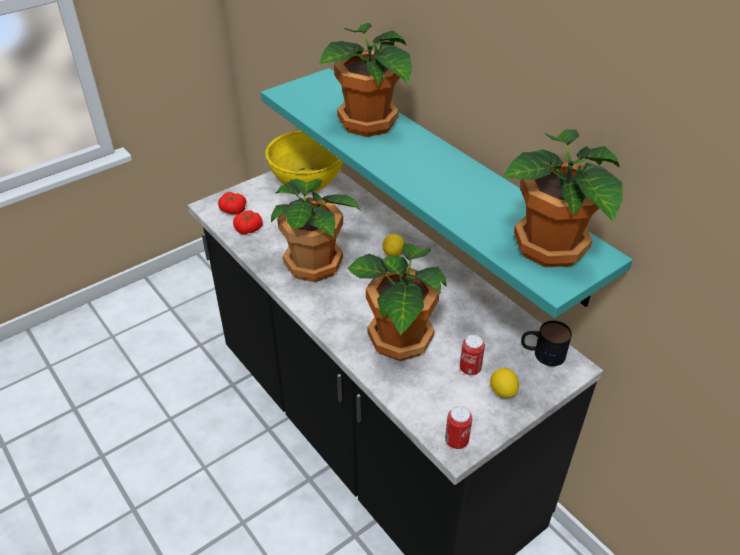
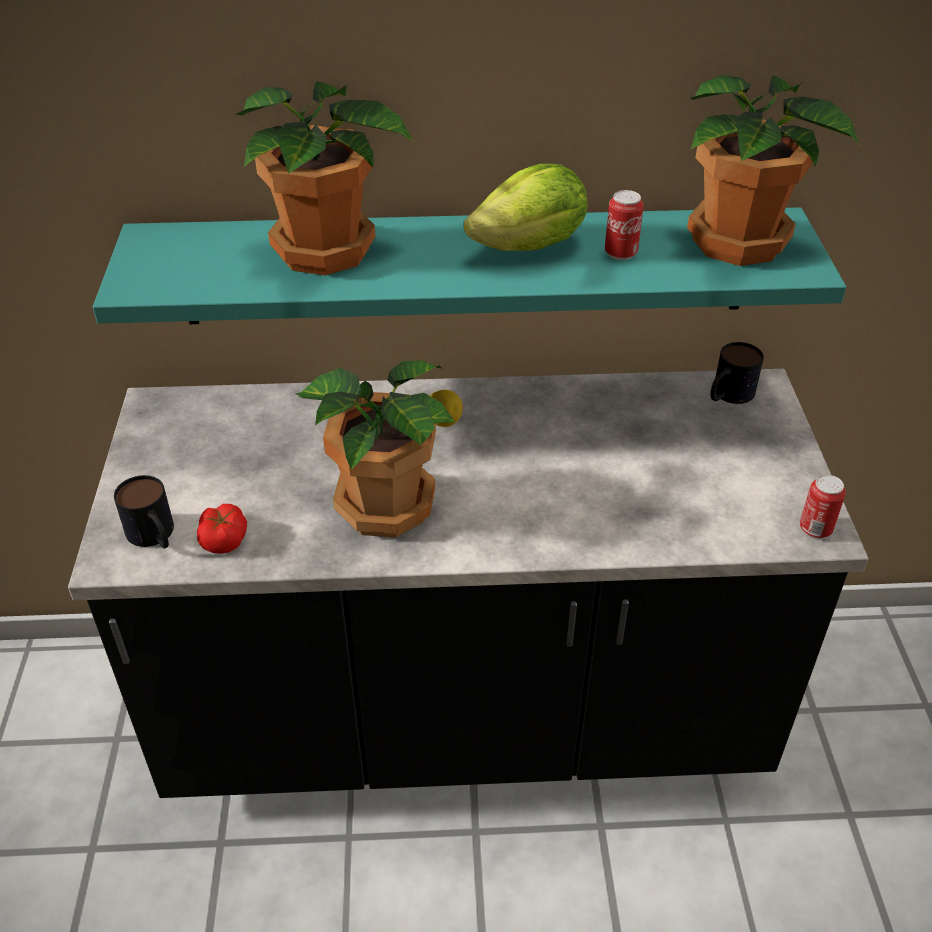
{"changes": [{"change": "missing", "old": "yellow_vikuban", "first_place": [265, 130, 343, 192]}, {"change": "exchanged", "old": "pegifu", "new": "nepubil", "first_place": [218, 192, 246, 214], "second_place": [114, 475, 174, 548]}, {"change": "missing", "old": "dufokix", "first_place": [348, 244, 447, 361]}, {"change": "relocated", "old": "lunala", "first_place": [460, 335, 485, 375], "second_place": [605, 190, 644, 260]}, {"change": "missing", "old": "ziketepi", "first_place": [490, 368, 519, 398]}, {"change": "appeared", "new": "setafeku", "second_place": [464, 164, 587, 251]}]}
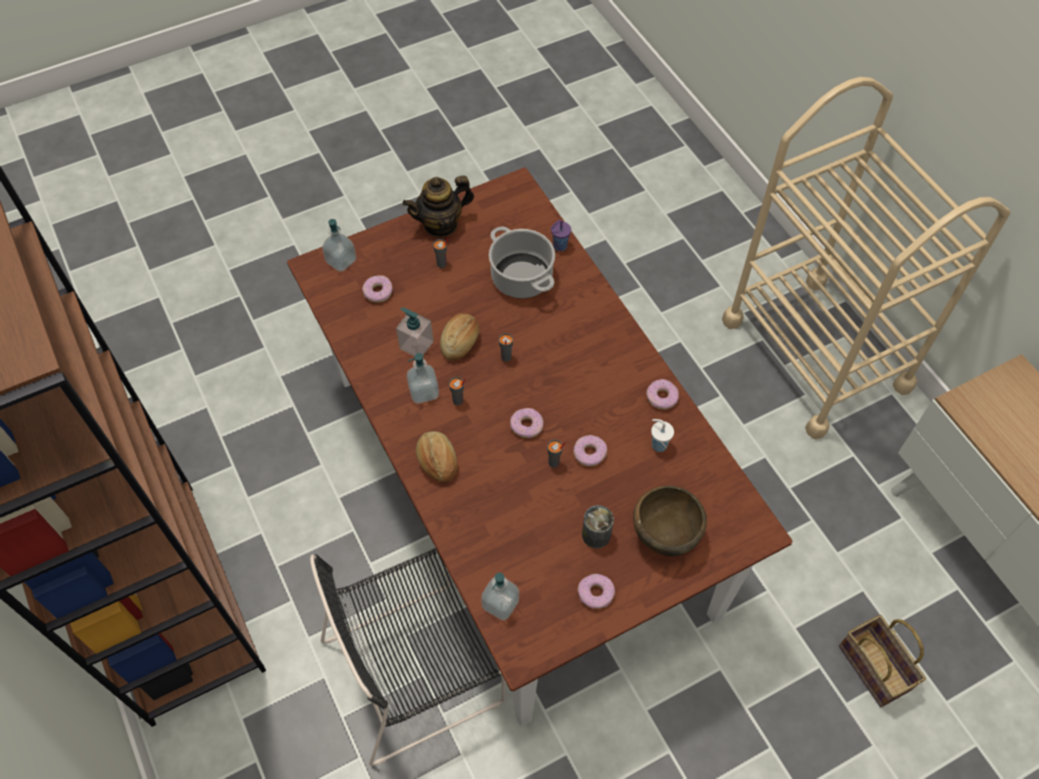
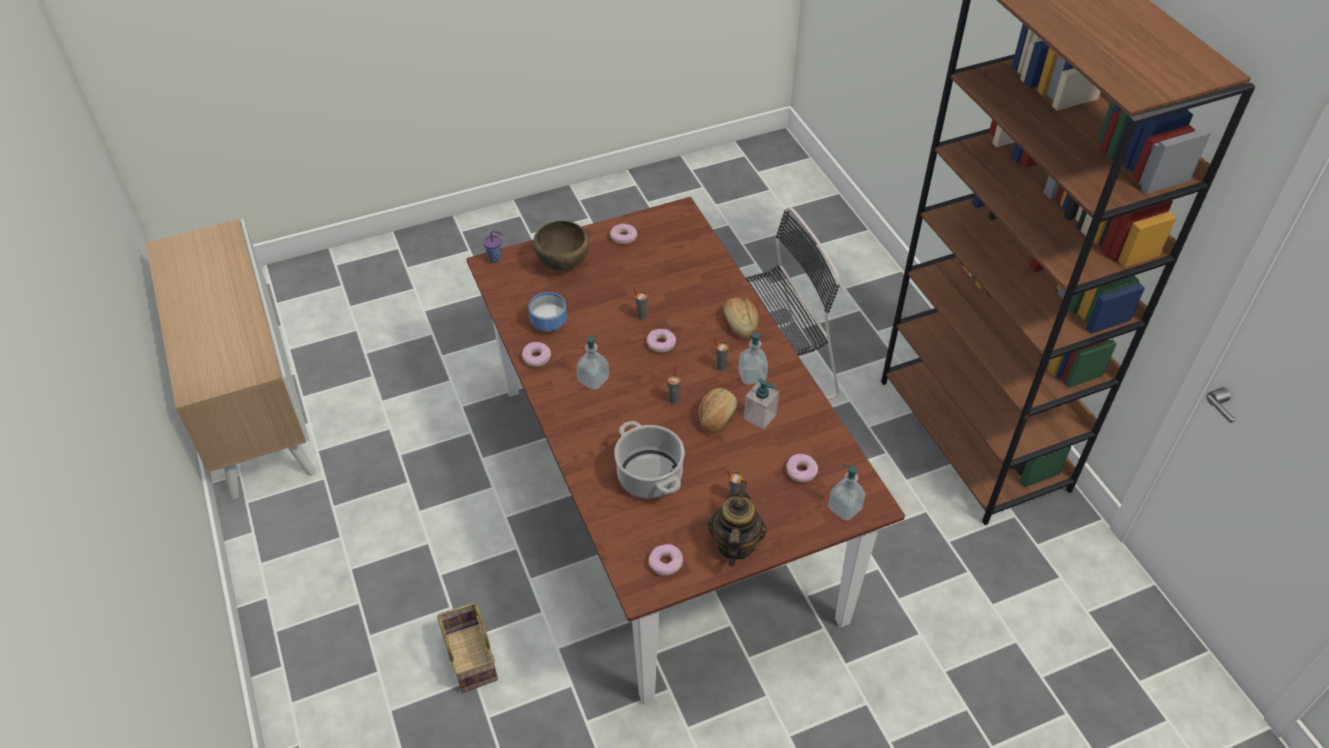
{"changes": [{"change": "missing", "old": "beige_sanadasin", "first_place": [722, 77, 1010, 439]}, {"change": "spun", "old": "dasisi", "first_place": [403, 176, 474, 237], "second_place": [708, 480, 767, 567], "degrees": -60}, {"change": "relocated", "old": "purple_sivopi", "first_place": [550, 220, 571, 251], "second_place": [483, 230, 502, 263]}, {"change": "exchanged", "old": "white_sivopi", "new": "vikuban", "first_place": [651, 419, 674, 452], "second_place": [528, 292, 567, 331]}, {"change": "relocated", "old": "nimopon", "first_place": [573, 435, 607, 466], "second_place": [649, 544, 683, 576]}, {"change": "missing", "old": "lunala", "first_place": [582, 505, 614, 548]}, {"change": "relocated", "old": "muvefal", "first_place": [481, 573, 519, 620], "second_place": [577, 335, 609, 390]}, {"change": "relocated", "old": "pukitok", "first_place": [839, 615, 926, 707], "second_place": [437, 602, 498, 693]}]}
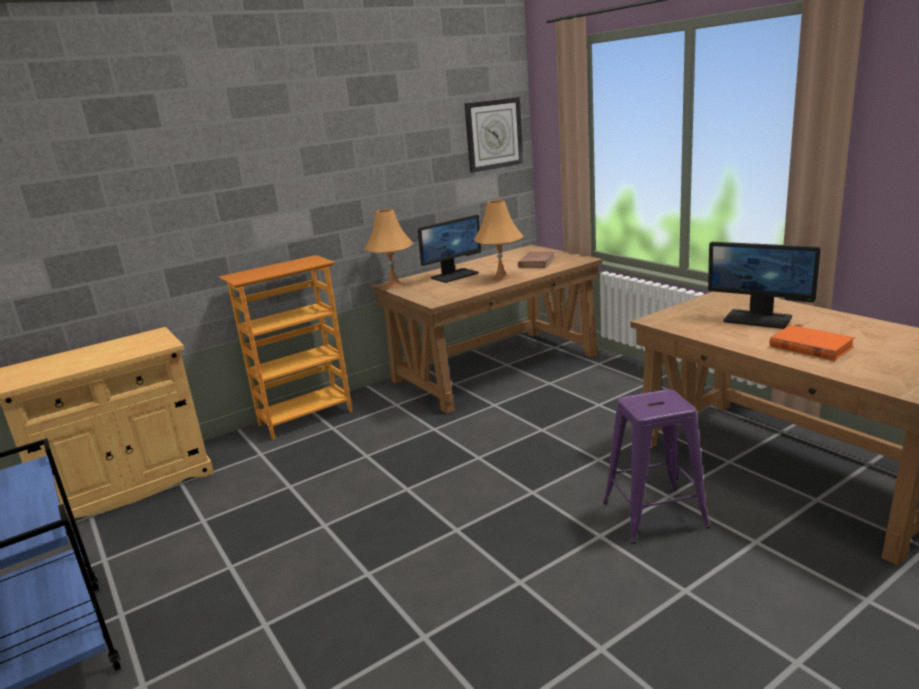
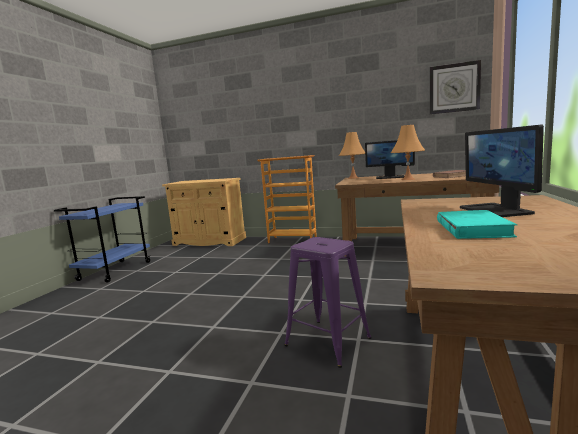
{"changes": [{"change": "colour", "old": "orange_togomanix", "new": "turquoise_togomanix", "first_place": [769, 325, 855, 361], "second_place": [437, 210, 517, 239]}]}
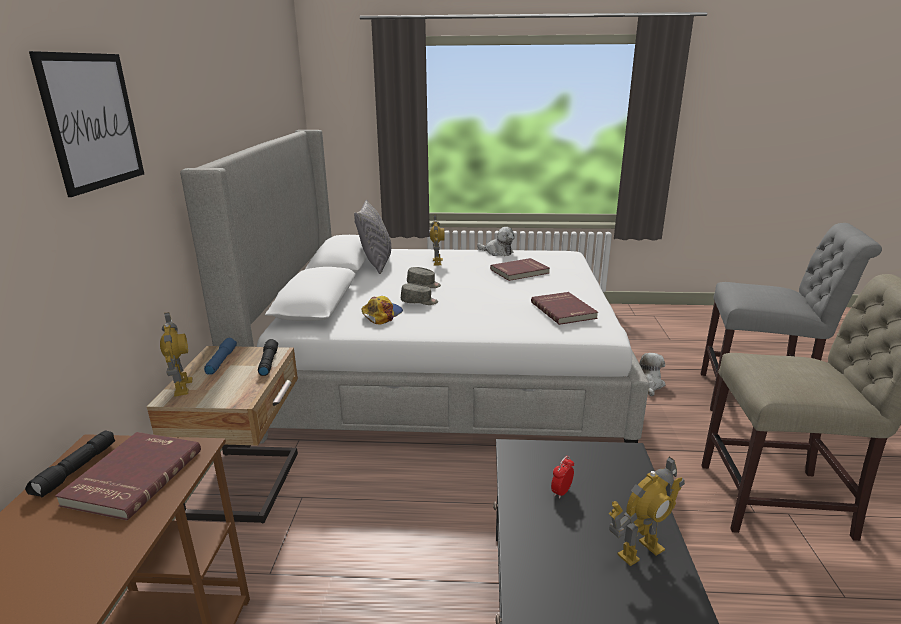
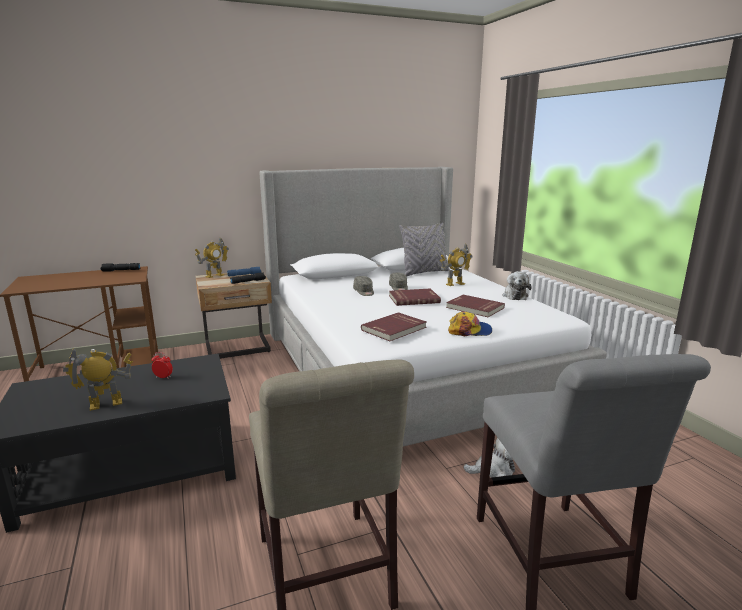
{"changes": [{"change": "missing", "old": "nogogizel", "first_place": [29, 51, 144, 197]}, {"change": "relocated", "old": "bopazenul", "first_place": [361, 296, 403, 325], "second_place": [448, 311, 492, 336]}, {"change": "relocated", "old": "red_togomanix", "first_place": [55, 432, 201, 521], "second_place": [389, 288, 441, 306]}, {"change": "spun", "old": "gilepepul", "first_place": [608, 457, 685, 566], "second_place": [63, 349, 133, 411], "degrees": 120}]}
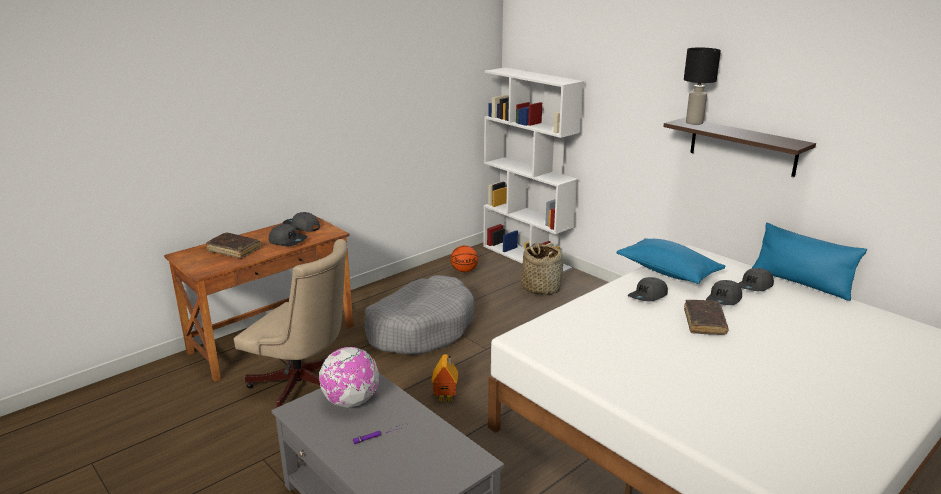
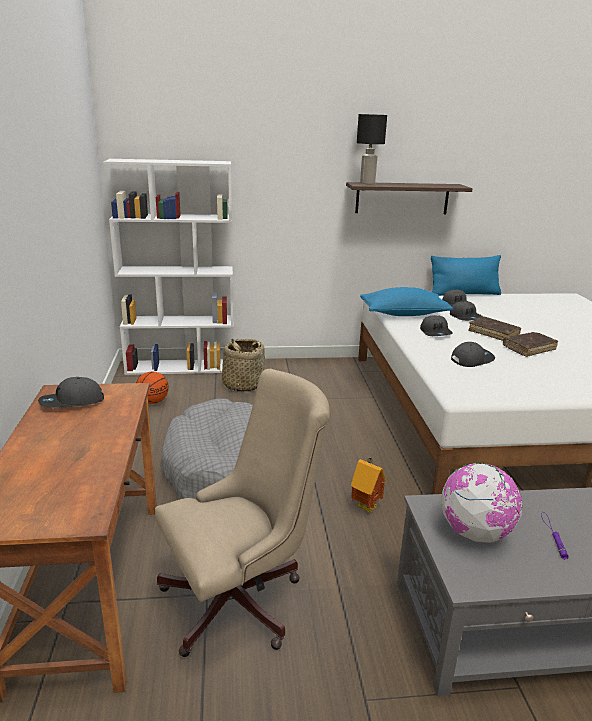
{"changes": [{"change": "relocated", "old": "grey_bopazenul", "first_place": [269, 224, 308, 246], "second_place": [451, 342, 495, 367]}, {"change": "relocated", "old": "brown_togomanix", "first_place": [206, 232, 261, 259], "second_place": [503, 332, 558, 357]}]}
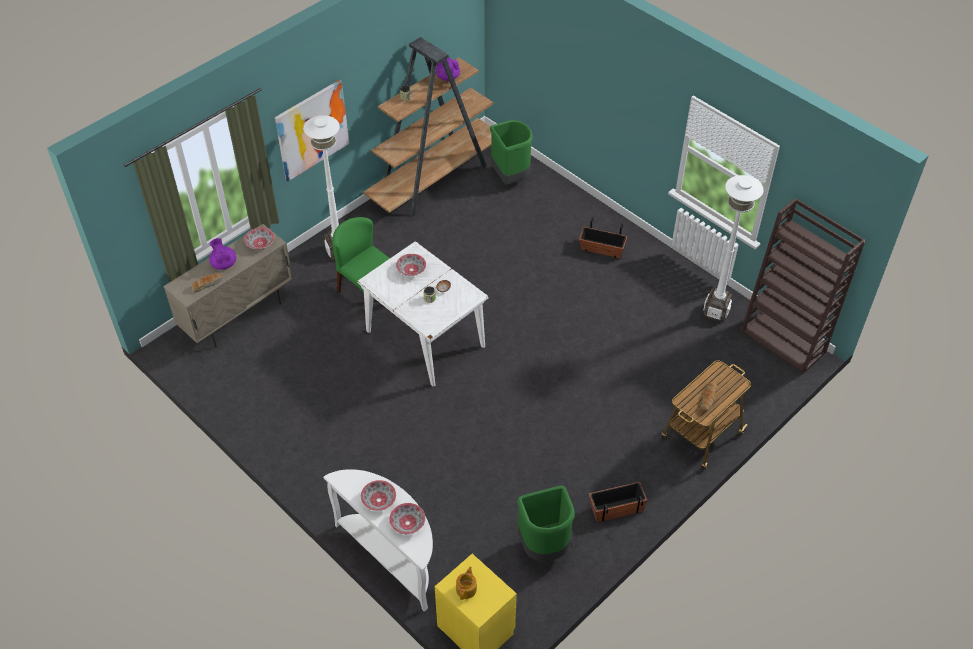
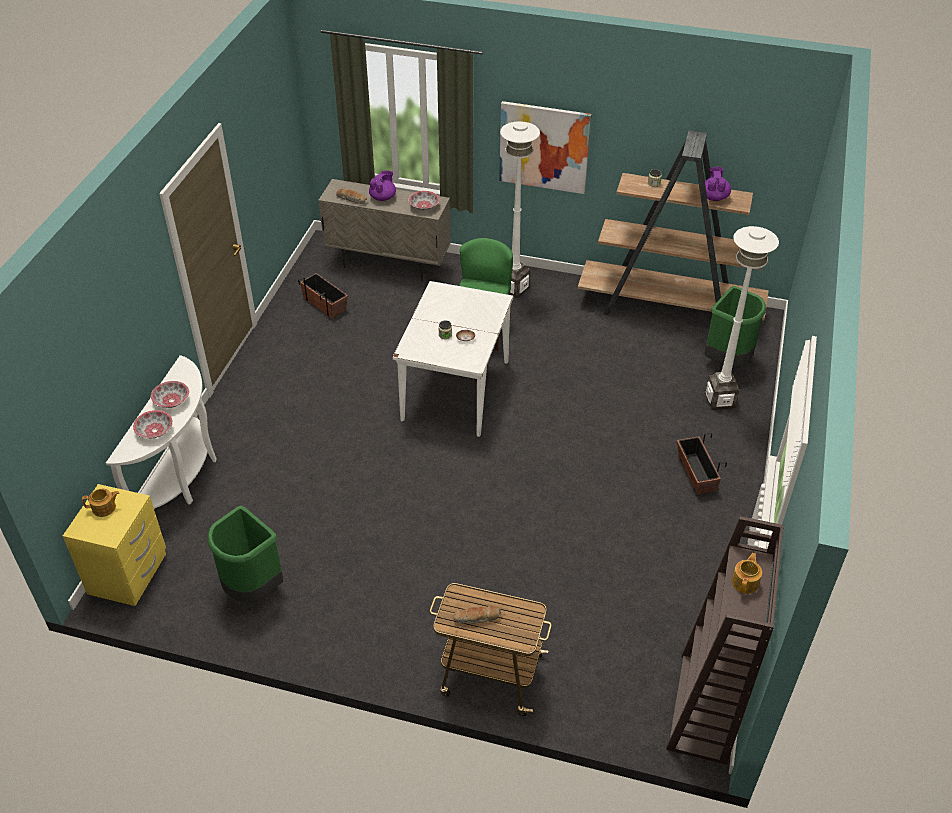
{"changes": [{"change": "relocated", "old": "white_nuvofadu", "first_place": [703, 175, 764, 323], "second_place": [705, 226, 779, 410]}, {"change": "missing", "old": "vikuban", "first_place": [396, 254, 426, 276]}, {"change": "relocated", "old": "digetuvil", "first_place": [589, 482, 647, 522], "second_place": [298, 273, 348, 318]}, {"change": "appeared", "new": "dasisi", "second_place": [731, 553, 762, 594]}]}
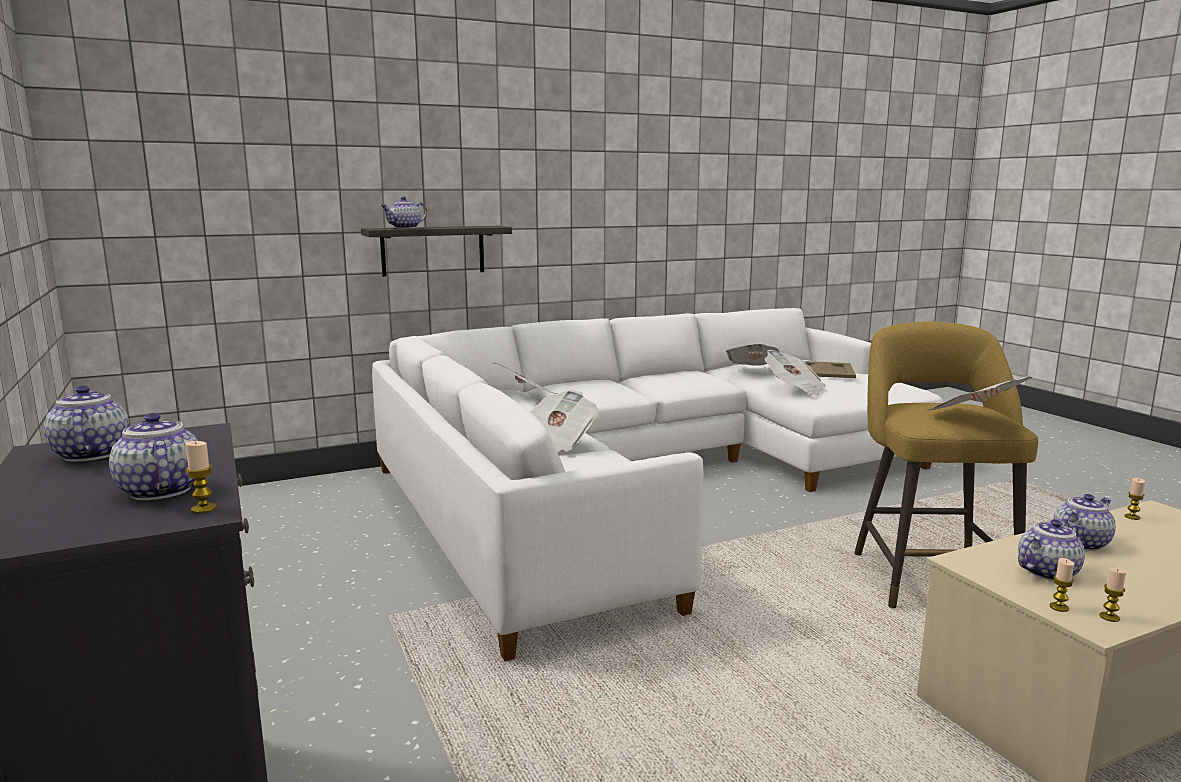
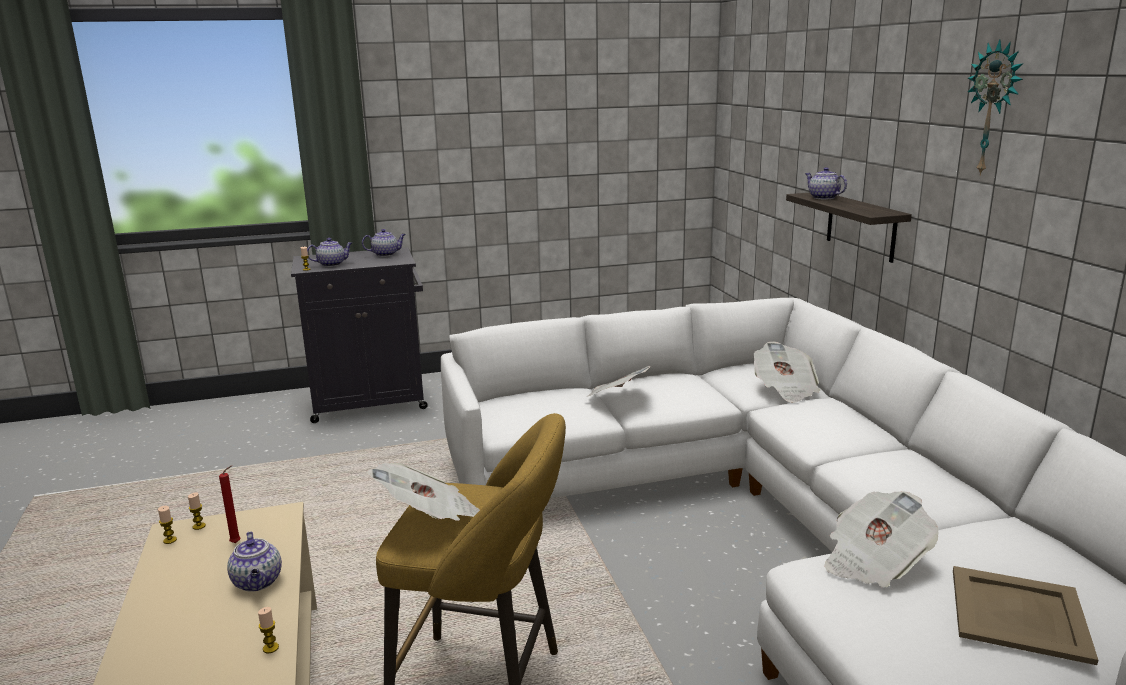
{"changes": [{"change": "missing", "old": "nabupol", "first_place": [726, 344, 779, 366]}, {"change": "exchanged", "old": "dasisi", "new": "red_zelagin", "first_place": [1018, 519, 1086, 581], "second_place": [219, 465, 241, 543]}, {"change": "appeared", "new": "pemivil", "second_place": [968, 39, 1023, 176]}]}
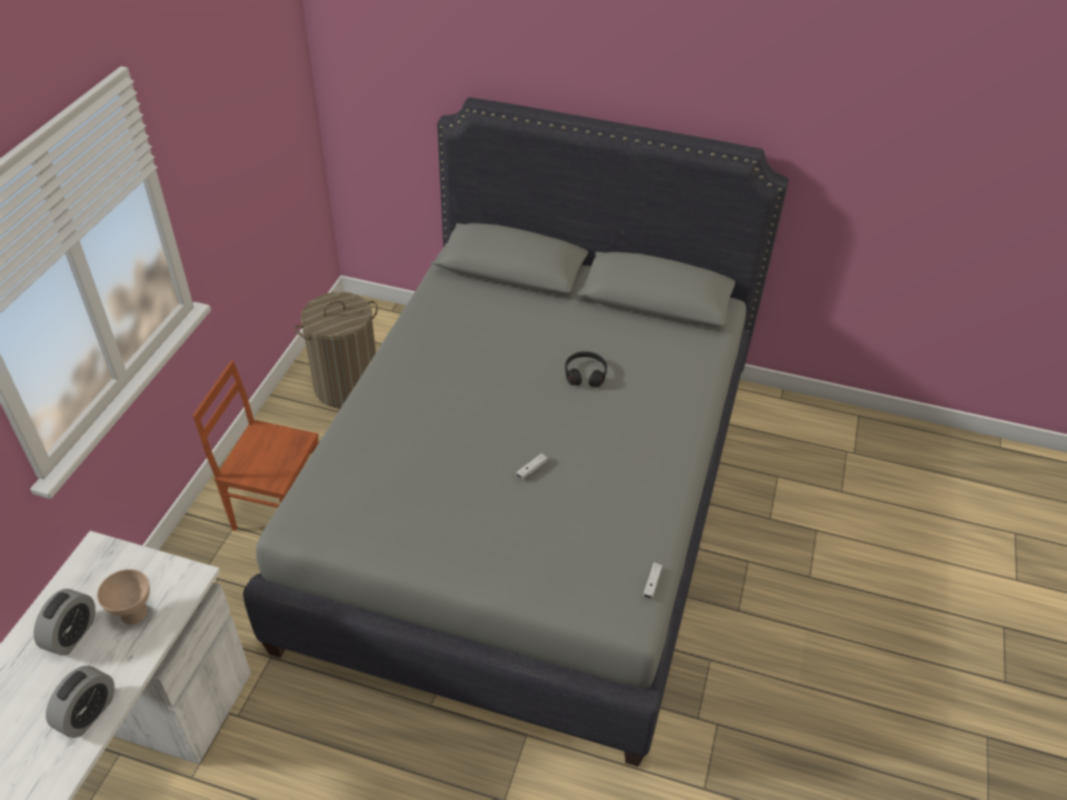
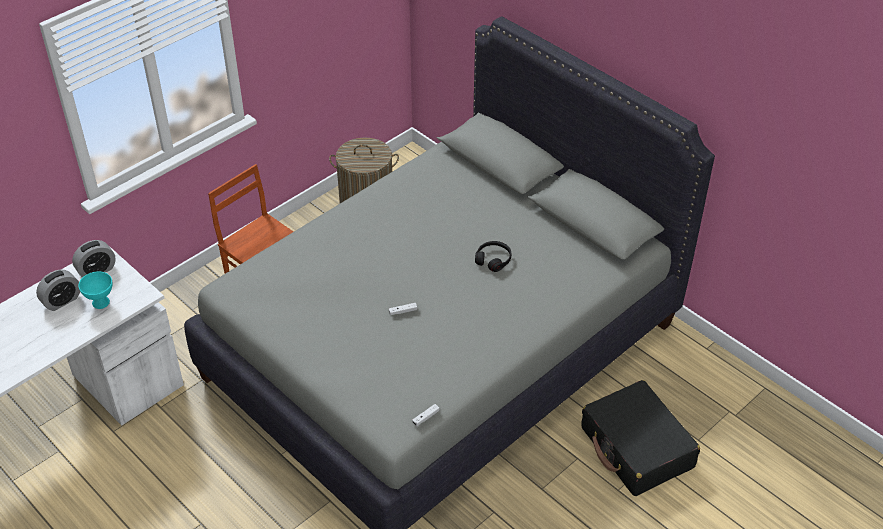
{"changes": [{"change": "colour", "old": "beige_vikuban", "new": "turquoise_vikuban", "first_place": [97, 569, 150, 625], "second_place": [78, 271, 112, 309]}, {"change": "relocated", "old": "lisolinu", "first_place": [46, 666, 115, 738], "second_place": [72, 240, 116, 278]}, {"change": "appeared", "new": "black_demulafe", "second_place": [581, 380, 700, 496]}]}
